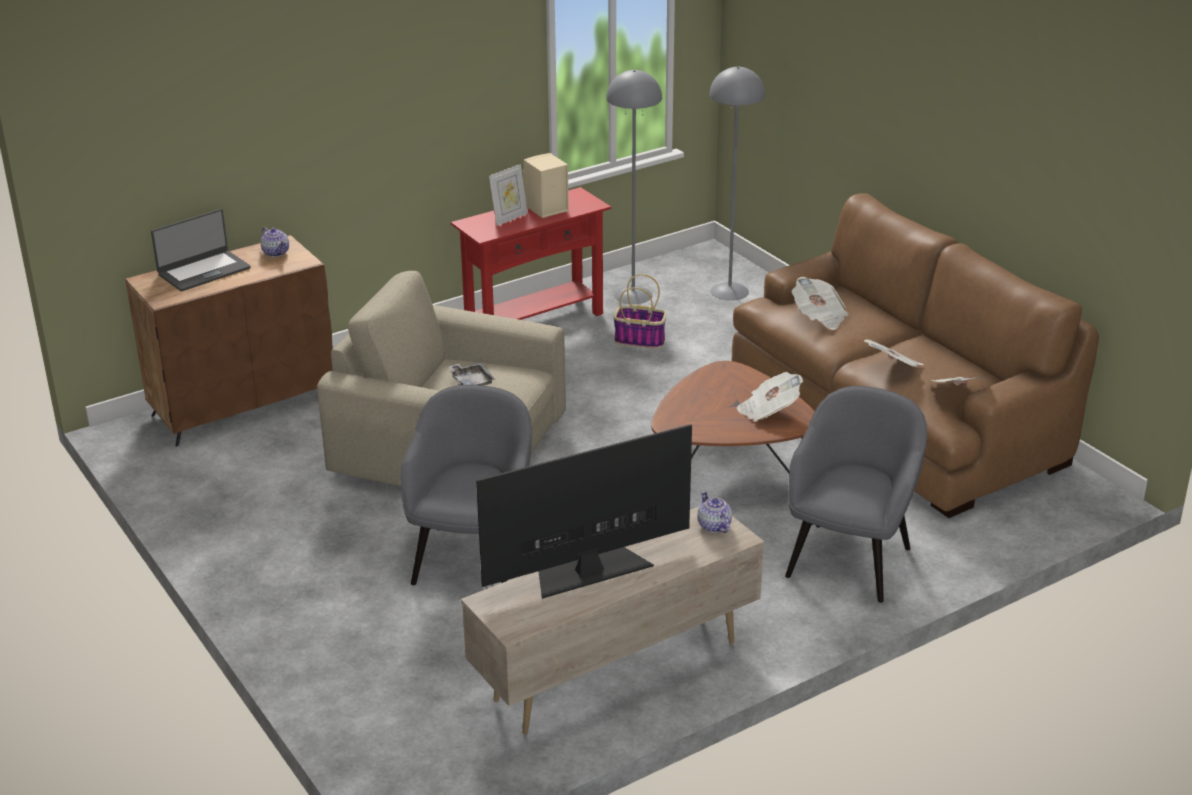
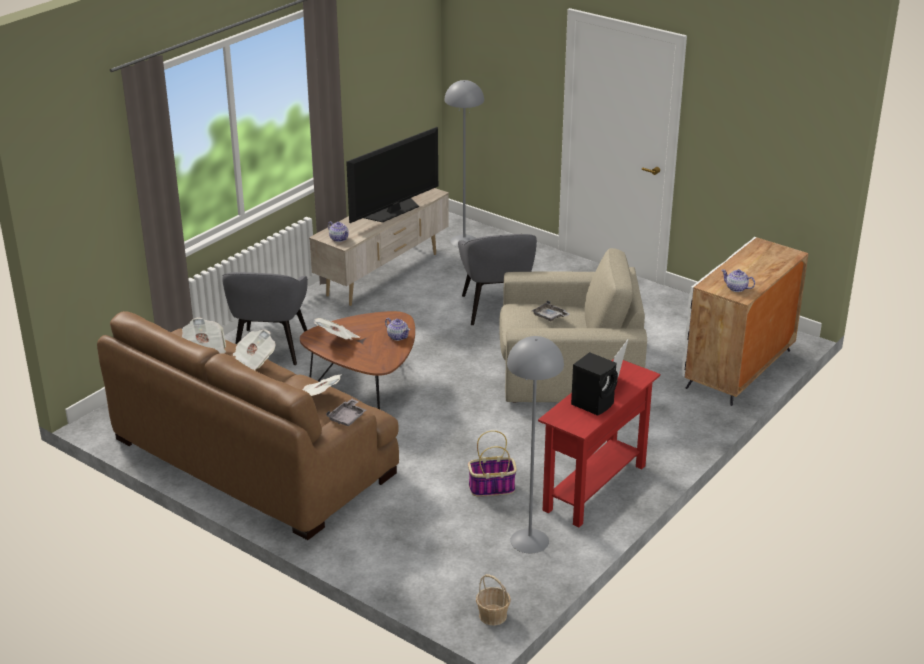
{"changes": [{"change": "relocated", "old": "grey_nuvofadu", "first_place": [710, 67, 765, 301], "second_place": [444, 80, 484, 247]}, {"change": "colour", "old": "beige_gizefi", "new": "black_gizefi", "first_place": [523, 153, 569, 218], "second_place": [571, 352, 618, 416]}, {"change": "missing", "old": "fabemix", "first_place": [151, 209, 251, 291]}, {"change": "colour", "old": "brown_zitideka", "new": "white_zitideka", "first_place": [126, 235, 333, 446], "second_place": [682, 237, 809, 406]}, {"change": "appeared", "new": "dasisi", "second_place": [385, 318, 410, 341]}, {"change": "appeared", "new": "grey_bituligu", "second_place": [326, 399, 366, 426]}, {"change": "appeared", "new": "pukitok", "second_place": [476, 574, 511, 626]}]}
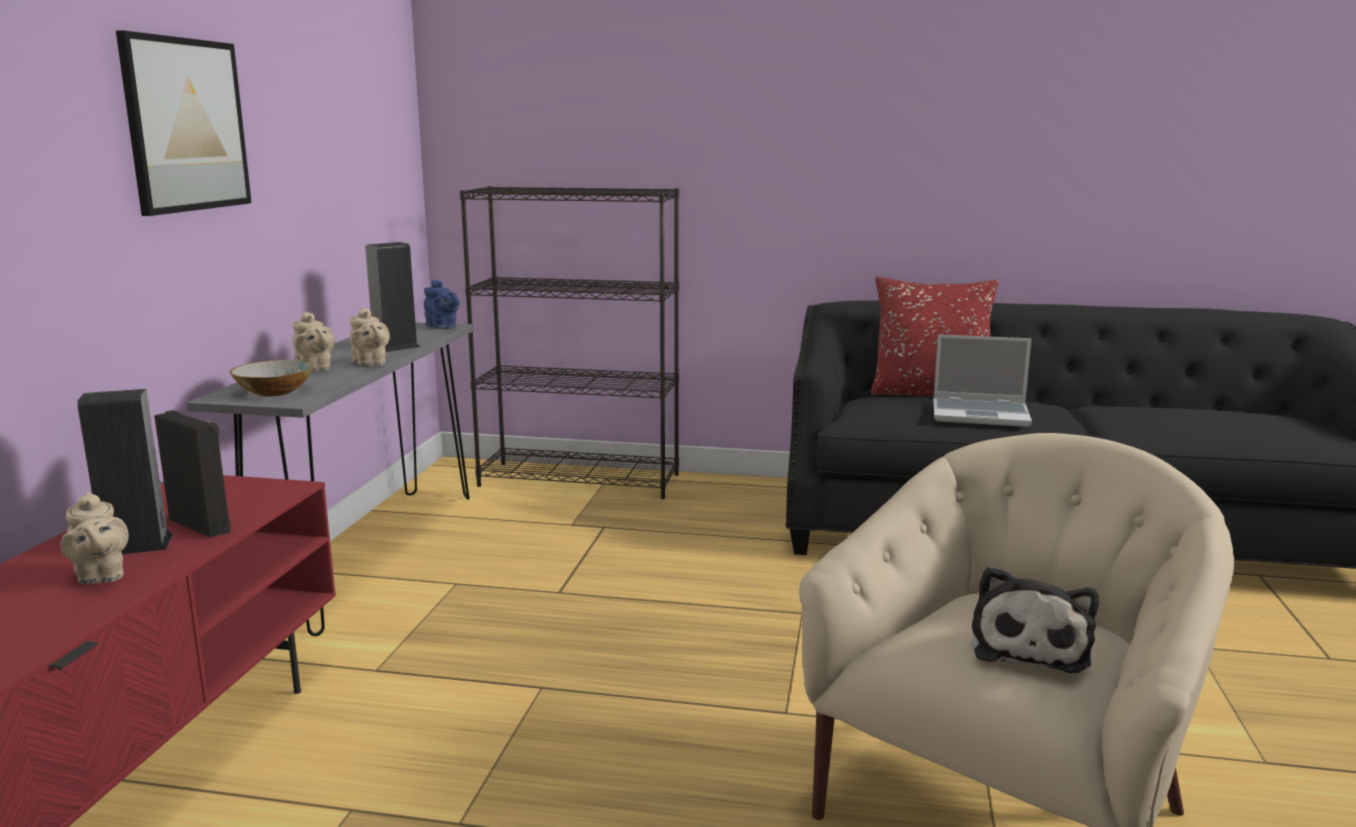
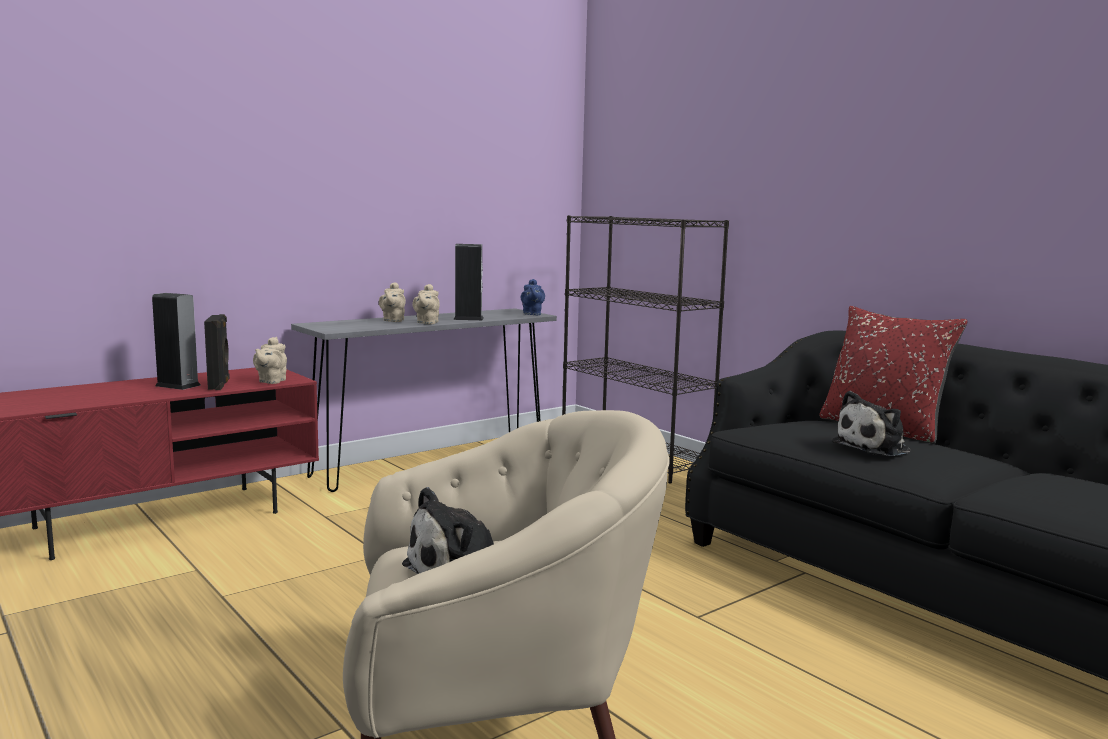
{"changes": [{"change": "missing", "old": "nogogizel", "first_place": [116, 30, 252, 216]}, {"change": "exchanged", "old": "fabemix", "new": "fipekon", "first_place": [933, 334, 1032, 427], "second_place": [832, 391, 911, 456]}, {"change": "missing", "old": "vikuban", "first_place": [230, 360, 313, 397]}, {"change": "relocated", "old": "beige_dasisi", "first_place": [61, 491, 129, 584], "second_place": [253, 337, 287, 384]}]}
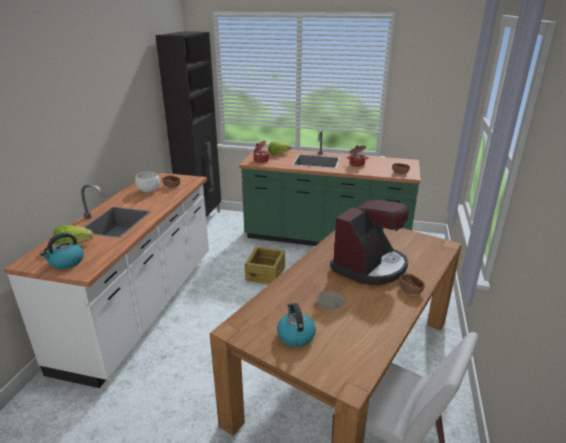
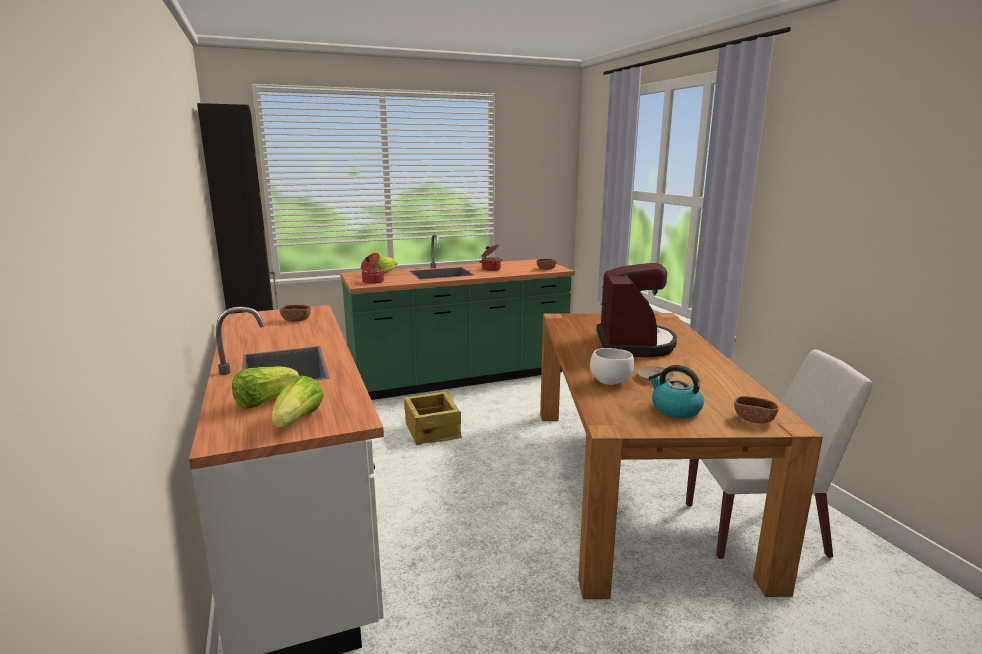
{"changes": [{"change": "relocated", "old": "white_vikuban", "first_place": [135, 172, 160, 192], "second_place": [590, 348, 634, 385]}, {"change": "exchanged", "old": "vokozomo", "new": "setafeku", "first_place": [40, 233, 84, 269], "second_place": [272, 376, 324, 427]}, {"change": "relocated", "old": "brown_vikuban", "first_place": [399, 274, 425, 295], "second_place": [734, 396, 779, 424]}]}
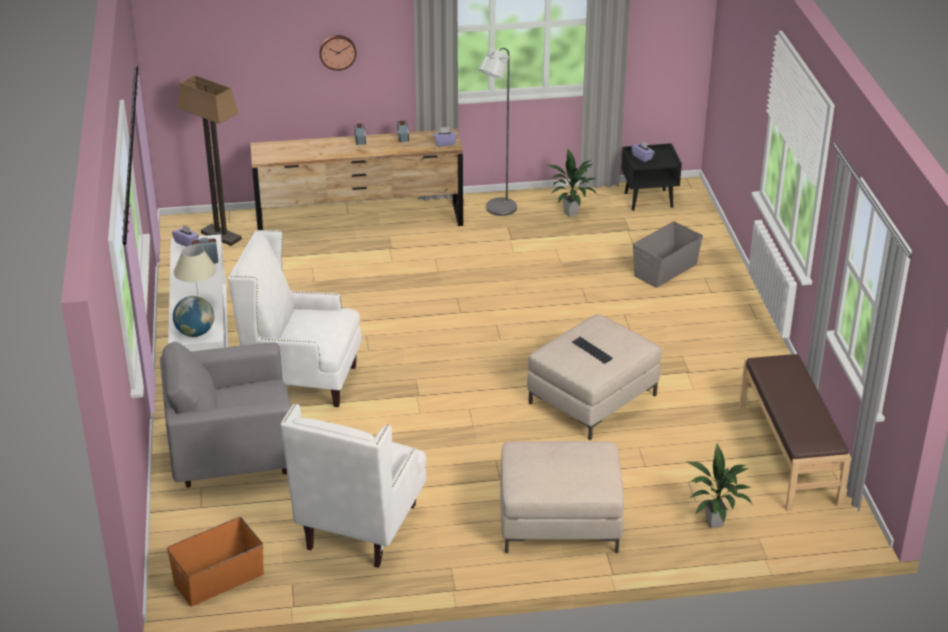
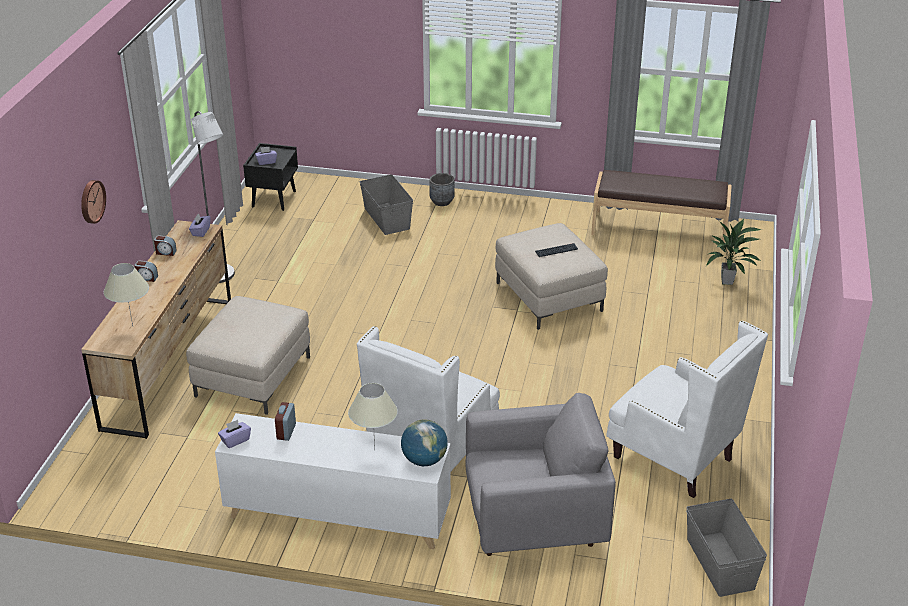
{"changes": [{"change": "missing", "old": "nuvofadu", "first_place": [178, 75, 242, 246]}, {"change": "missing", "old": "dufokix", "first_place": [546, 149, 598, 217]}, {"change": "spun", "old": "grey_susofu", "first_place": [160, 342, 291, 488], "second_place": [466, 393, 616, 556], "degrees": -105}, {"change": "relocated", "old": "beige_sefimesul", "first_place": [500, 441, 624, 553], "second_place": [186, 296, 310, 415]}, {"change": "colour", "old": "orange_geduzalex", "new": "grey_geduzalex", "first_place": [167, 517, 264, 607], "second_place": [686, 499, 767, 597]}, {"change": "appeared", "new": "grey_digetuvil", "second_place": [429, 173, 455, 206]}, {"change": "appeared", "new": "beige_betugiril", "second_place": [103, 263, 149, 326]}]}
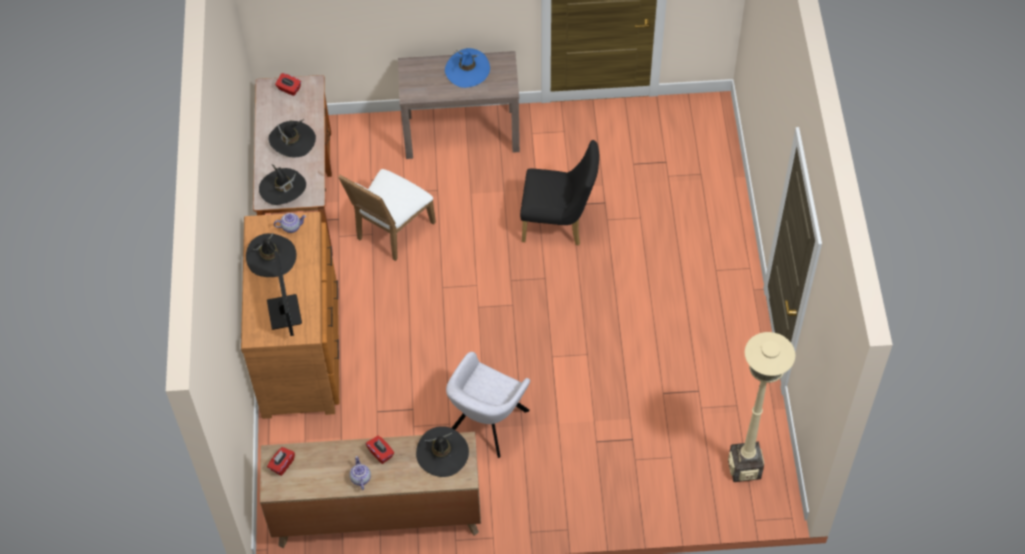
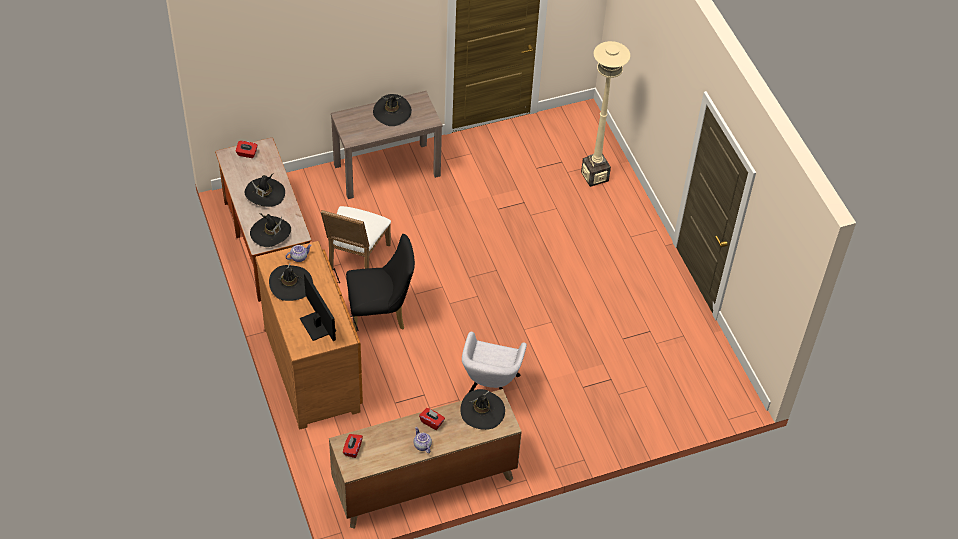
{"changes": [{"change": "colour", "old": "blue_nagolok", "new": "black_nagolok", "first_place": [445, 48, 490, 88], "second_place": [373, 94, 412, 126]}, {"change": "relocated", "old": "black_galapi", "first_place": [520, 140, 599, 246], "second_place": [346, 234, 415, 332]}, {"change": "relocated", "old": "beige_nuvofadu", "first_place": [728, 332, 796, 482], "second_place": [581, 41, 630, 187]}]}
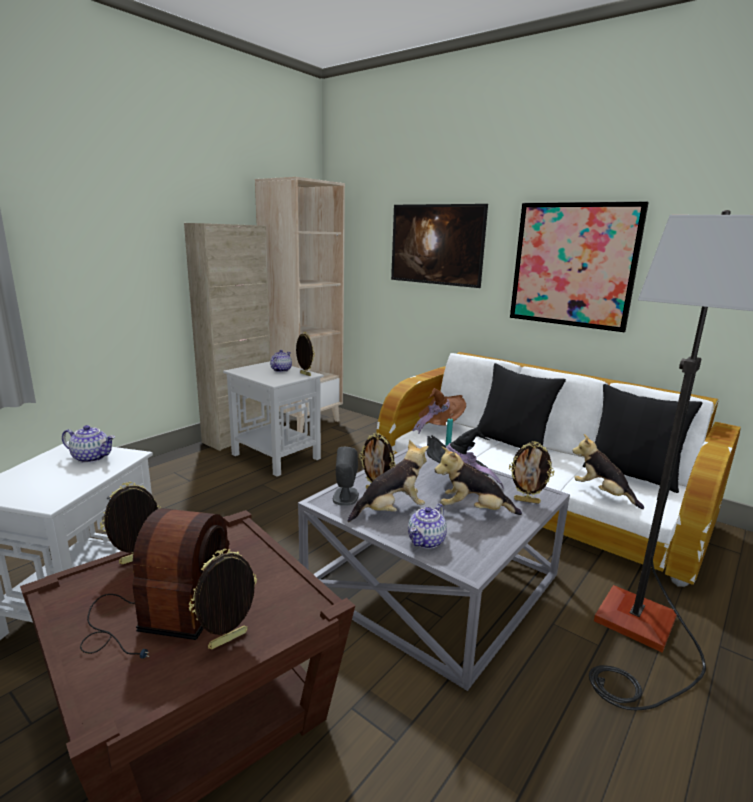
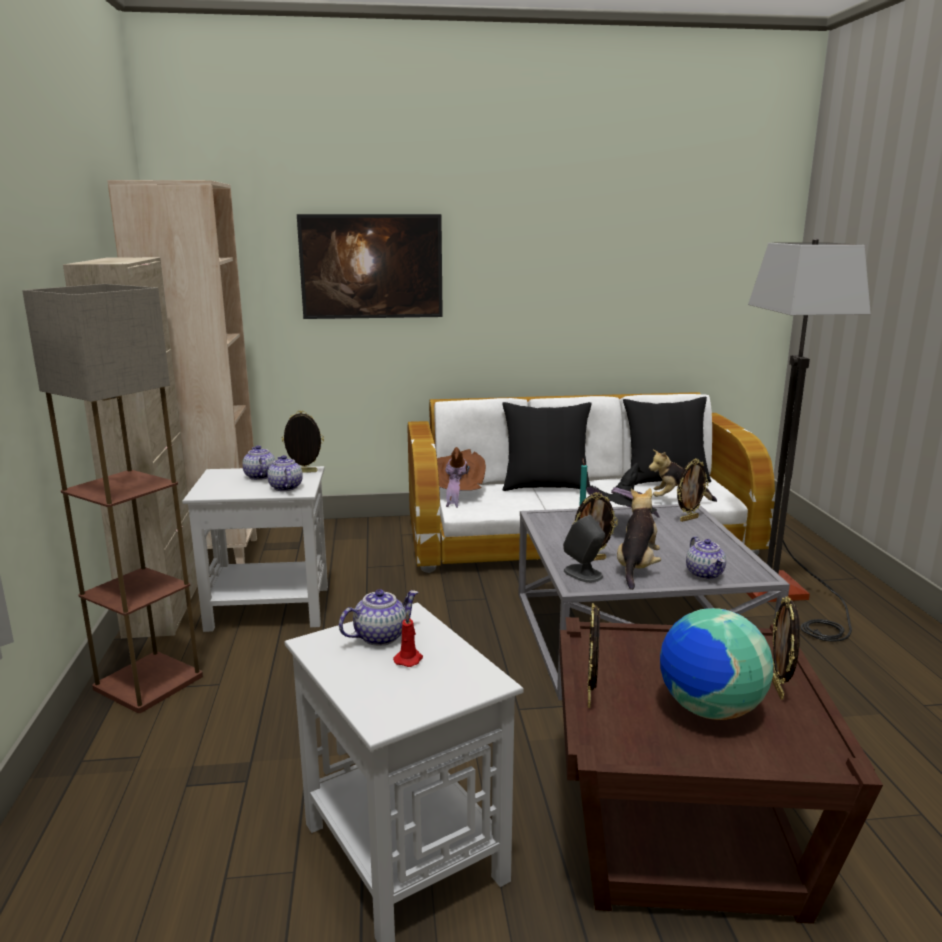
{"changes": [{"change": "missing", "old": "nogogizel", "first_place": [510, 202, 649, 332]}, {"change": "missing", "old": "fipekon", "first_place": [435, 446, 522, 515]}, {"change": "exchanged", "old": "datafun", "new": "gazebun", "first_place": [80, 508, 229, 659], "second_place": [660, 608, 773, 720]}, {"change": "appeared", "new": "nuvofadu", "second_place": [22, 284, 203, 713]}, {"change": "appeared", "new": "dasisi", "second_place": [267, 455, 303, 491]}, {"change": "appeared", "new": "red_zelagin", "second_place": [393, 611, 423, 667]}]}
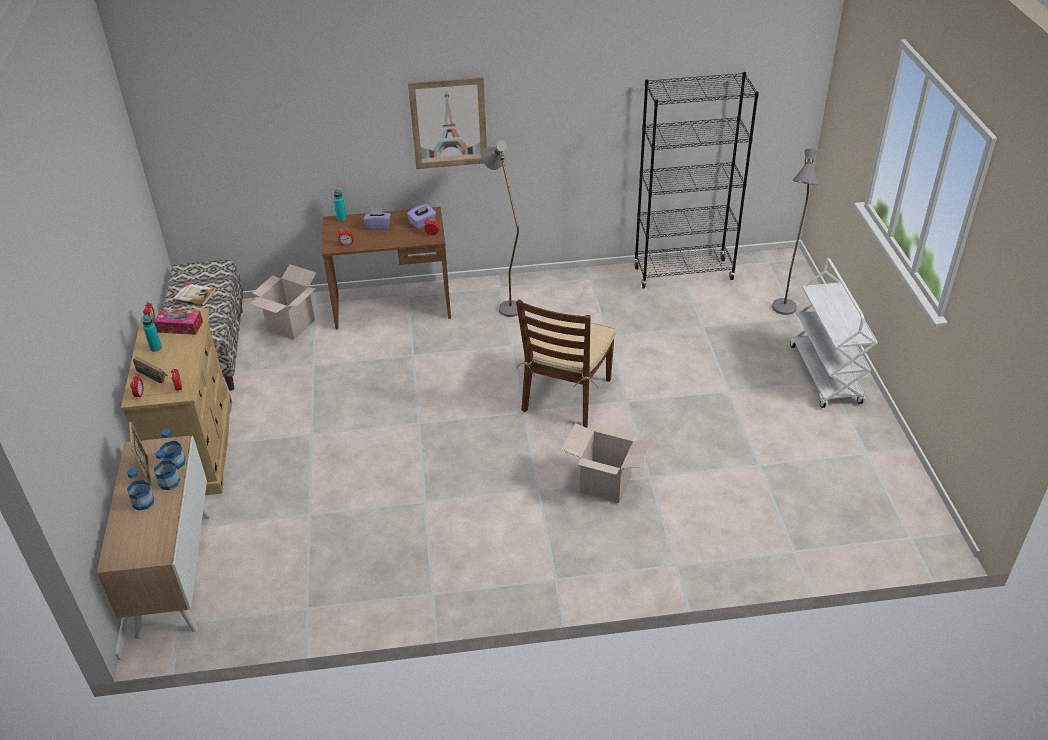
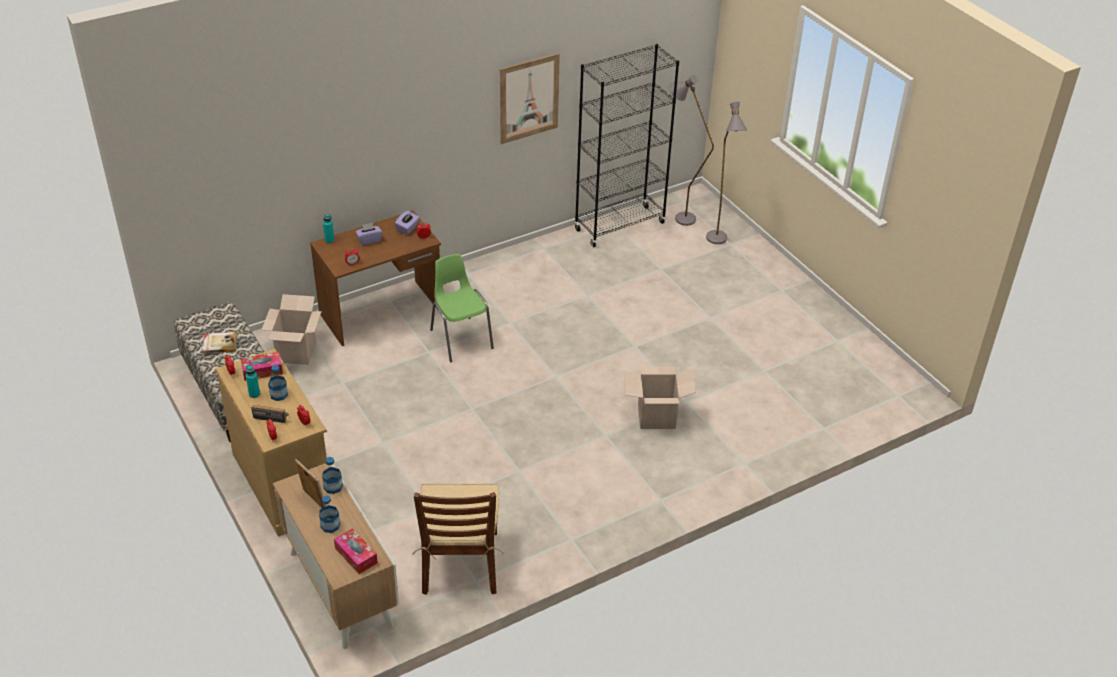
{"changes": [{"change": "relocated", "old": "nogogizel", "first_place": [408, 77, 487, 169], "second_place": [500, 53, 560, 144]}, {"change": "relocated", "old": "grey_nuvofadu", "first_place": [481, 140, 519, 317], "second_place": [668, 75, 714, 226]}, {"change": "missing", "old": "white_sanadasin", "first_place": [790, 258, 878, 408]}, {"change": "relocated", "old": "brown_galapi", "first_place": [516, 299, 616, 427], "second_place": [412, 483, 504, 595]}, {"change": "relocated", "old": "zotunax", "first_place": [154, 449, 180, 490], "second_place": [268, 365, 288, 401]}, {"change": "appeared", "new": "green_galapi", "second_place": [430, 254, 494, 362]}, {"change": "appeared", "new": "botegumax", "second_place": [334, 528, 378, 574]}]}
